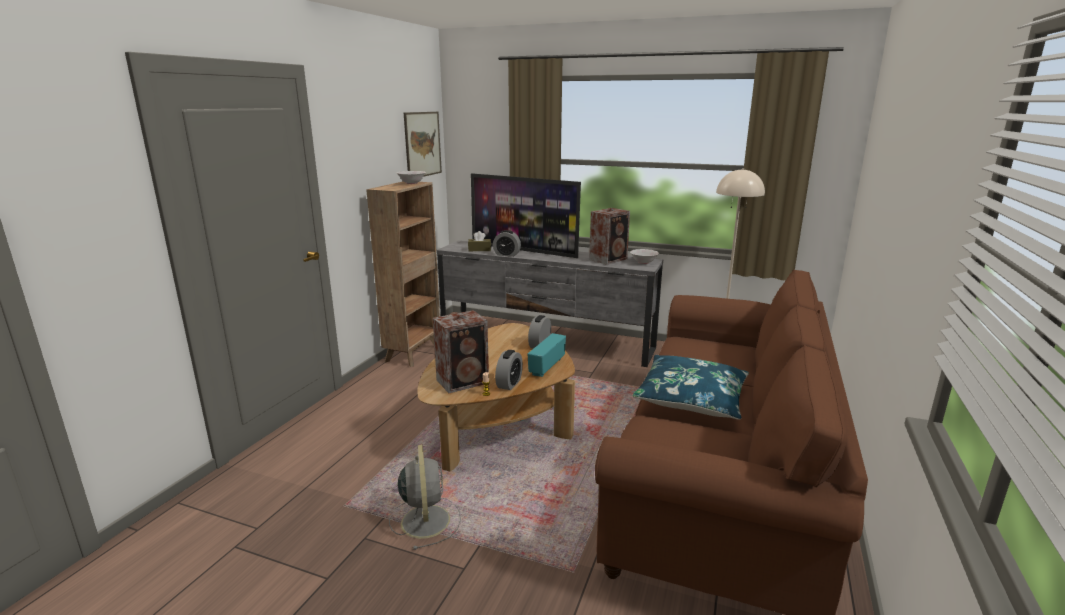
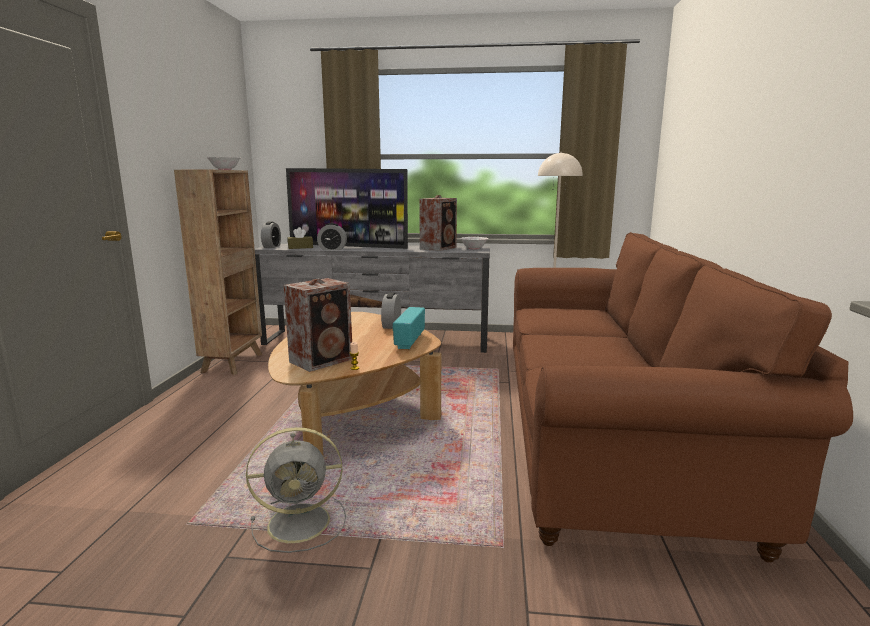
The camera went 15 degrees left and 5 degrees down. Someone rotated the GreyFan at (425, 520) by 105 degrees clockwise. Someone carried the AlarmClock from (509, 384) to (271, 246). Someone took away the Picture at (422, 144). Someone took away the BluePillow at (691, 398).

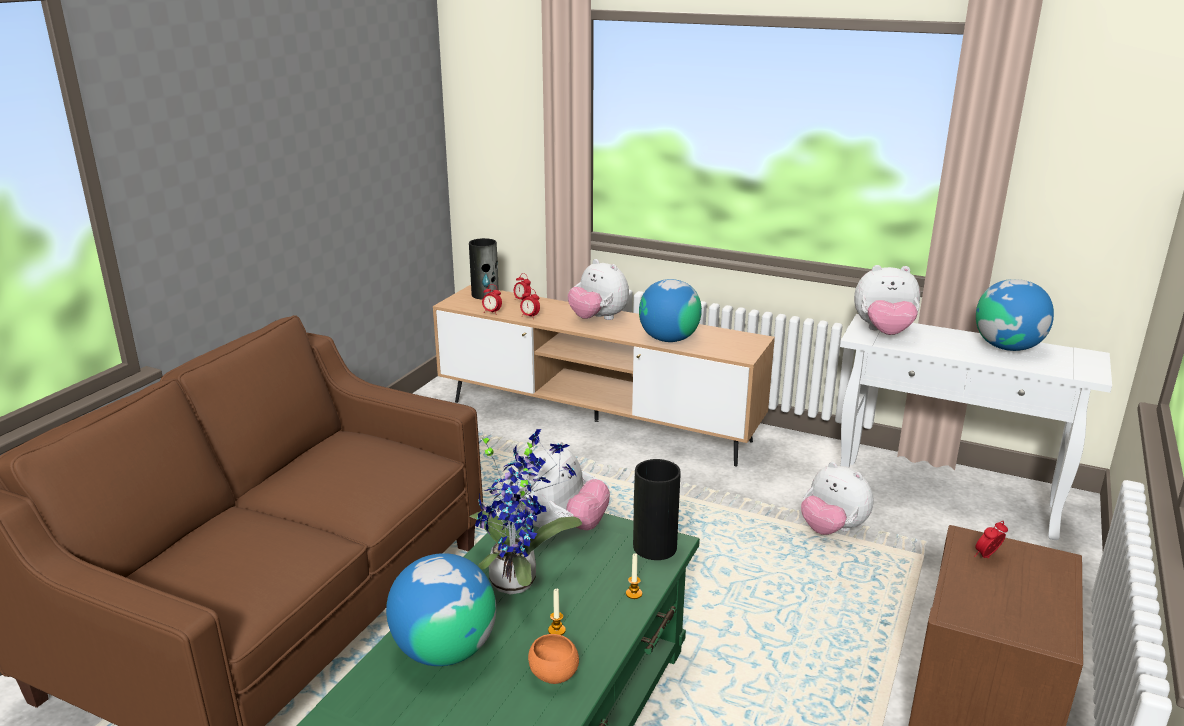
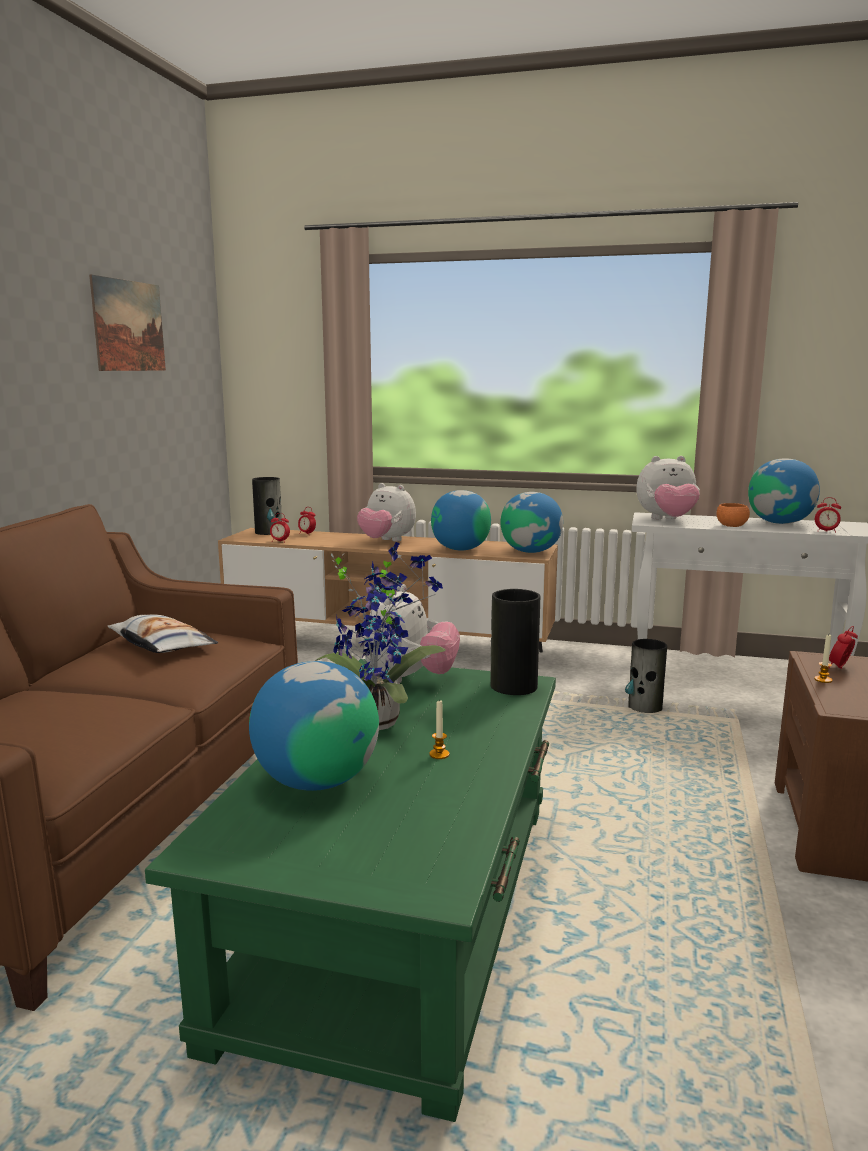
The camera went 10 degrees left and 10 degrees down. Someone put up the Picture at (129, 326). Someone put down the Pillow at (161, 644). Someone put down the Globe at (530, 551). Someone swapped the PlushToy at (832, 529) for the Vase at (645, 708). Someone carried the OrangeBowl from (553, 675) to (731, 526). Someone carried the Candle from (634, 593) to (823, 680). Someone carried the AlarmClock from (530, 317) to (826, 531).

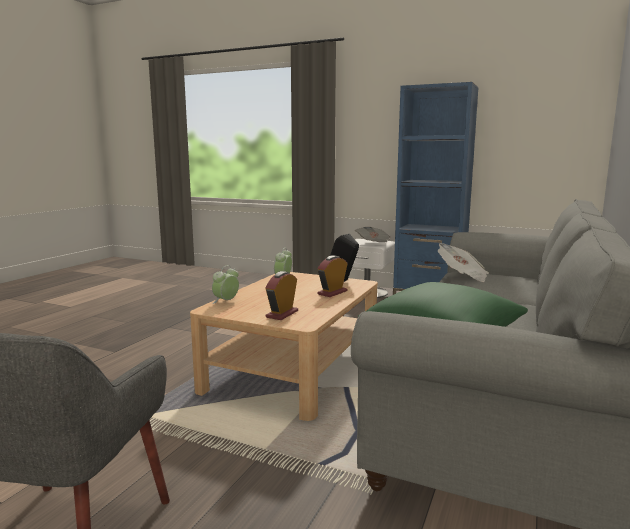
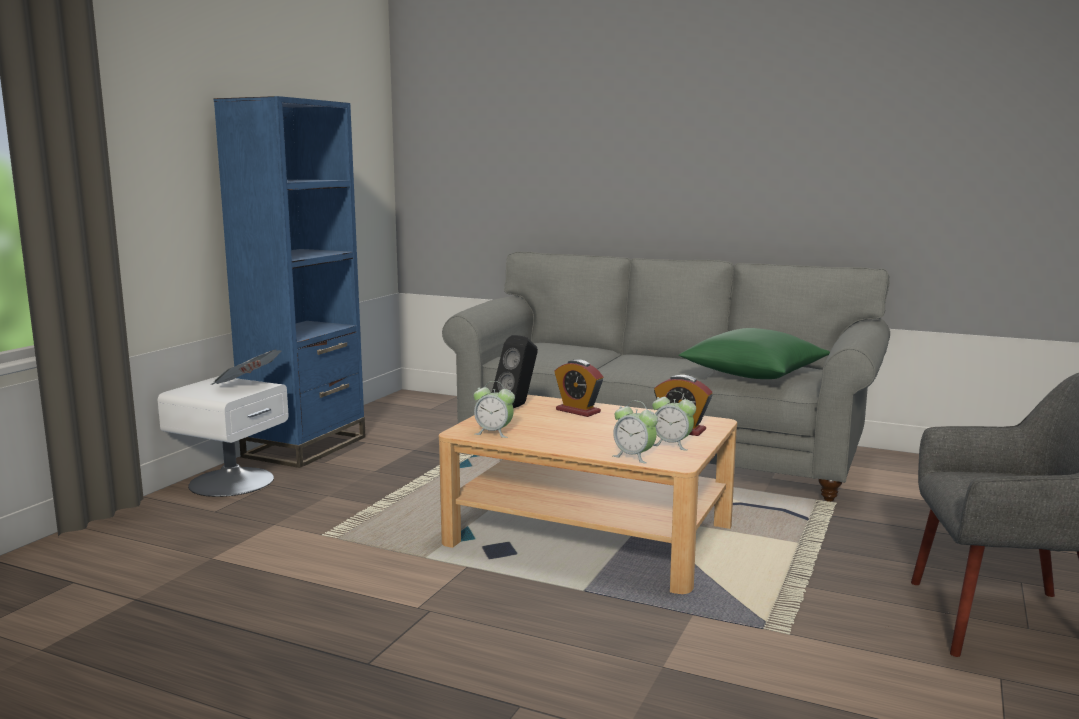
The camera went 90 degrees left and 0 degrees up. Someone put down the AlarmClock at (672, 445). Someone took away the Newspaper at (462, 276).

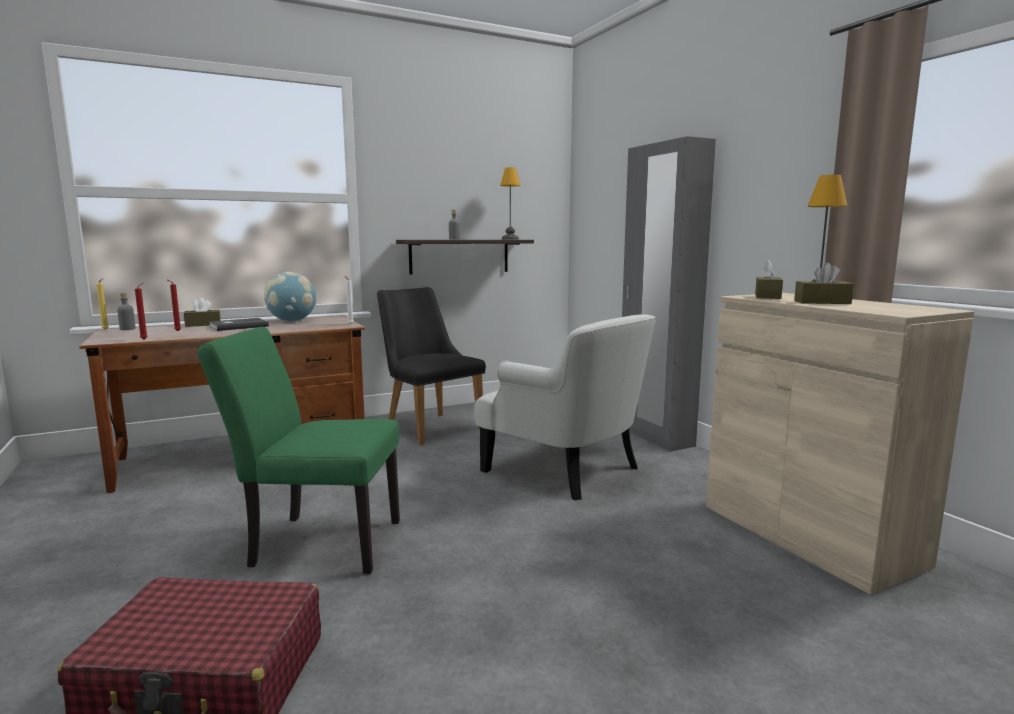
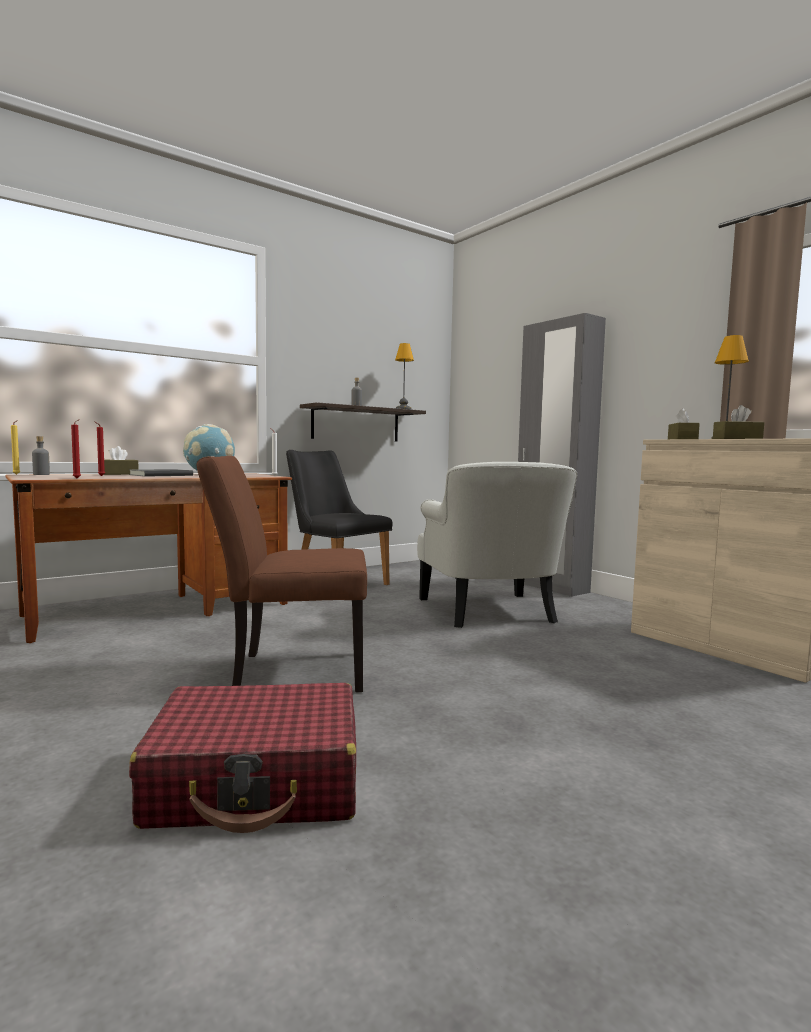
The camera went 10 degrees left and 5 degrees down. Someone repainted the GreenChair at (316, 542), which became the BrownChair at (289, 672). Someone rotated the WhiteArmchair at (566, 469) by 45 degrees clockwise.

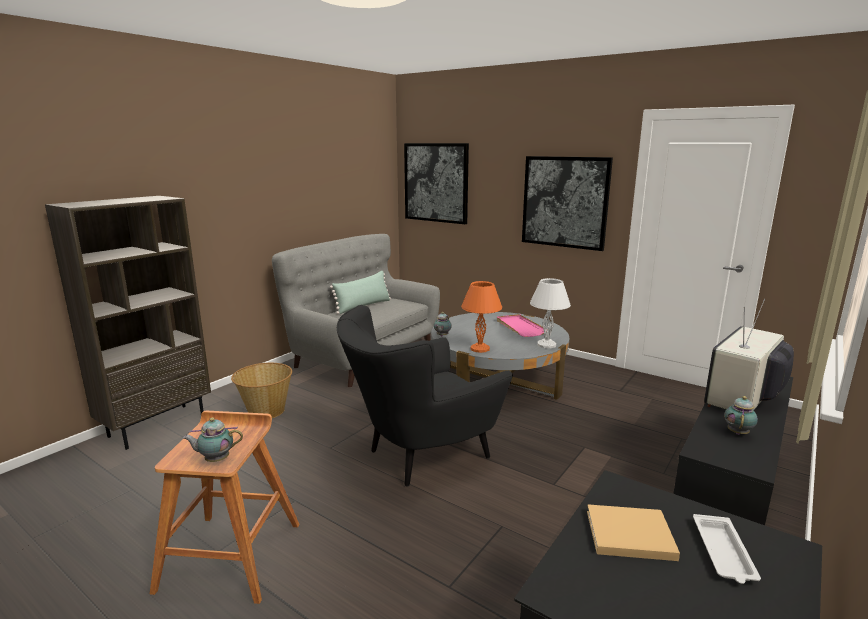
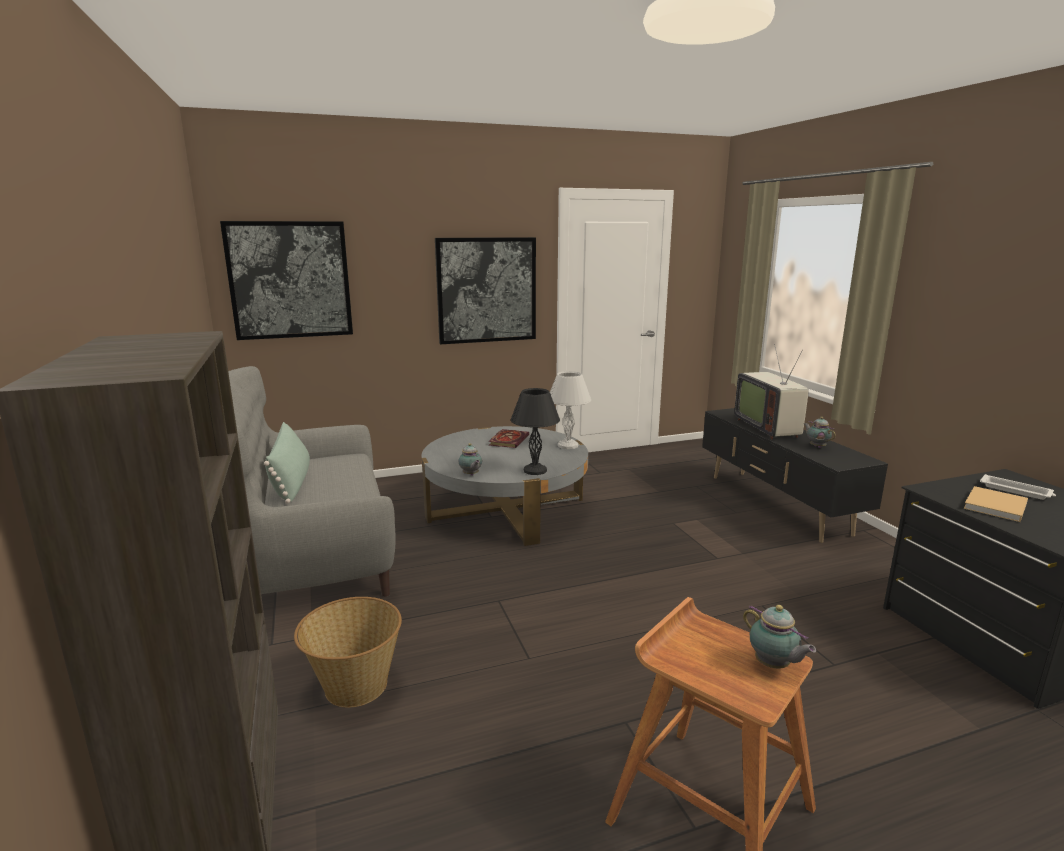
The camera went 55 degrees left and 0 degrees up. Someone swapped the PinkTray at (519, 327) for the Book at (508, 440). Someone repainted the OrangeTableLamp at (480, 348), which became the BlackTableLamp at (535, 470). Someone rotated the Teapot at (215, 460) by 60 degrees counterclockwise. Someone took away the BlackArmchair at (420, 456).

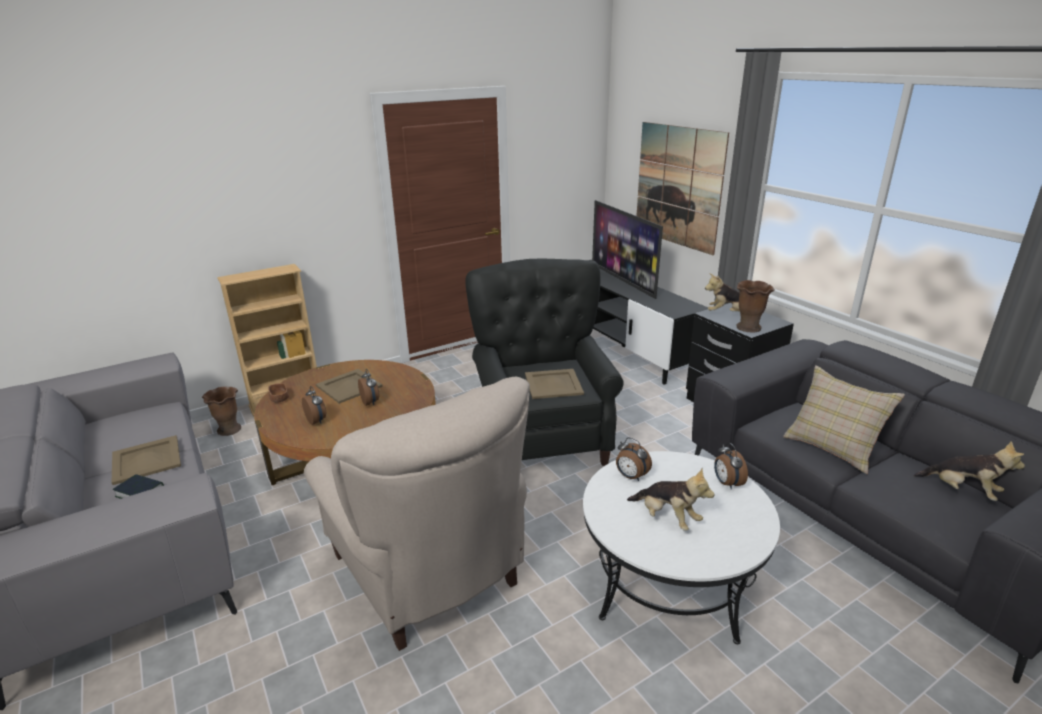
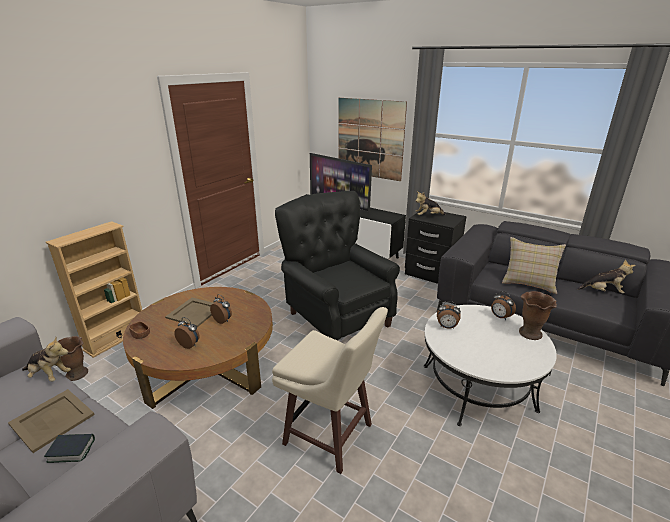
The camera went 25 degrees left and 0 degrees up. Someone carried the PlushToy from (667, 518) to (49, 375). Someone swapped the BeigeArmchair at (429, 574) for the BeigeStool at (330, 436). Someone carried the BrownVase from (749, 327) to (530, 333). Someone took away the BeigeTray at (554, 384).

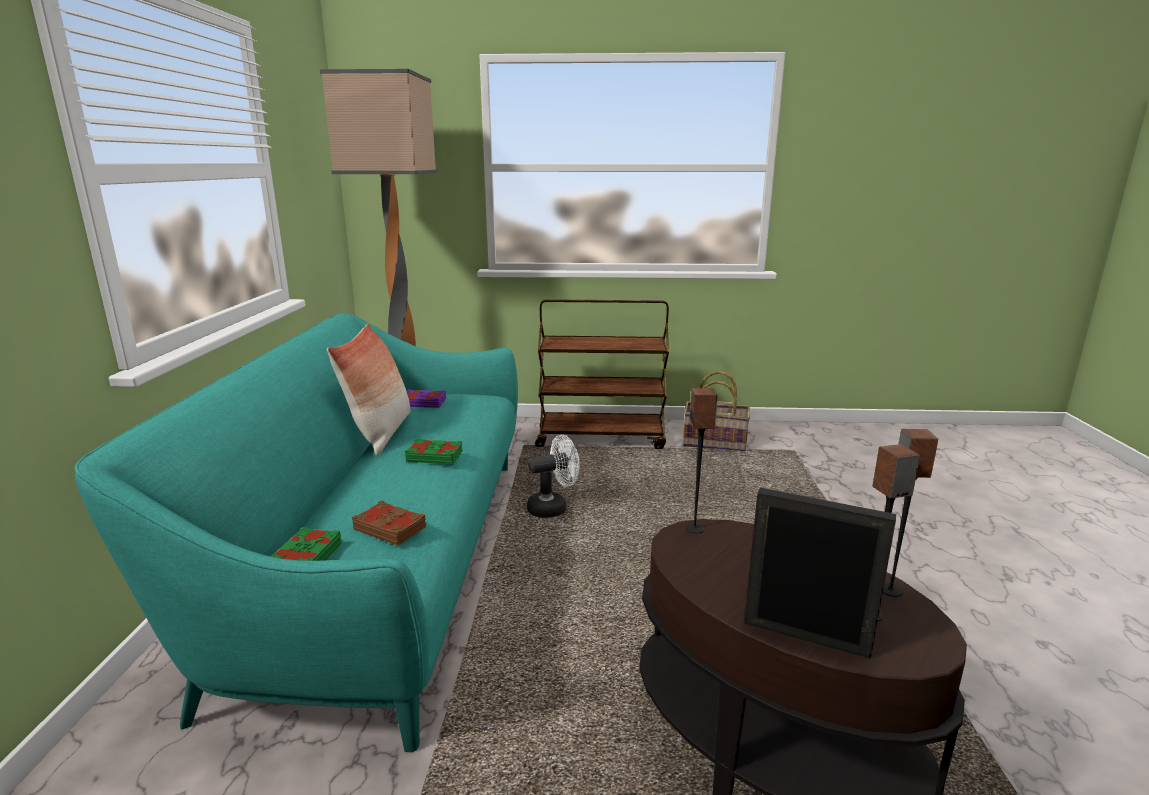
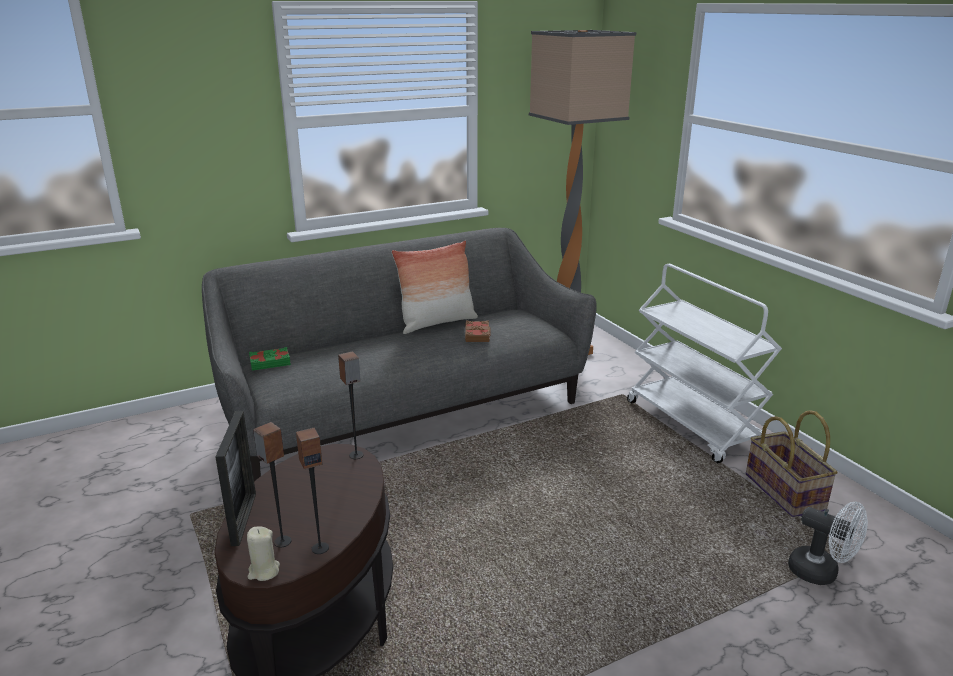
The camera went 60 degrees right and 5 degrees up. Someone repainted the TurquoiseSofa at (384, 562), which became the GreySofa at (403, 410). Someone put down the BeigeCandle at (263, 571). Someone carried the BrownBook from (390, 528) to (477, 335). Someone repainted the BrownCart at (601, 438), which became the WhiteCart at (693, 425). Someone carried the WhiteFan from (553, 508) to (821, 573). Someone took away the GreenBook at (435, 456). Someone took away the PurpleBook at (423, 402).

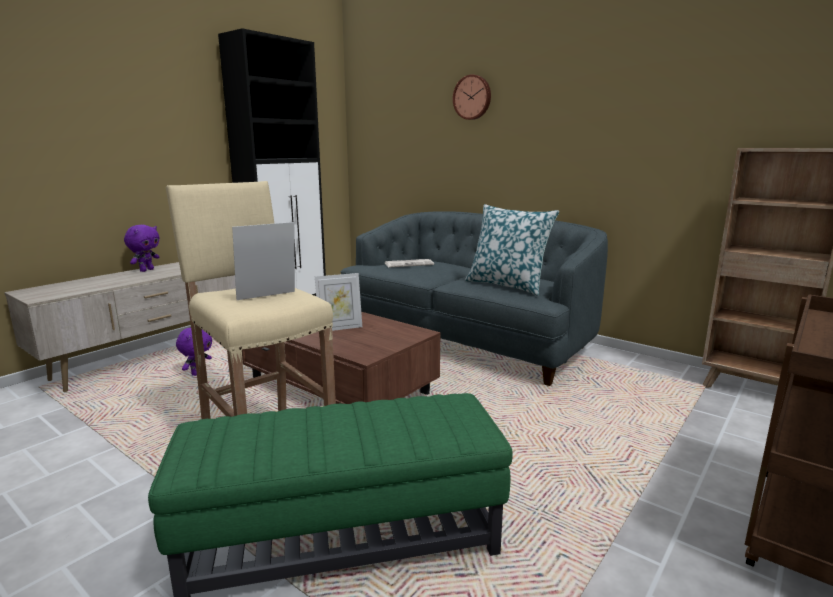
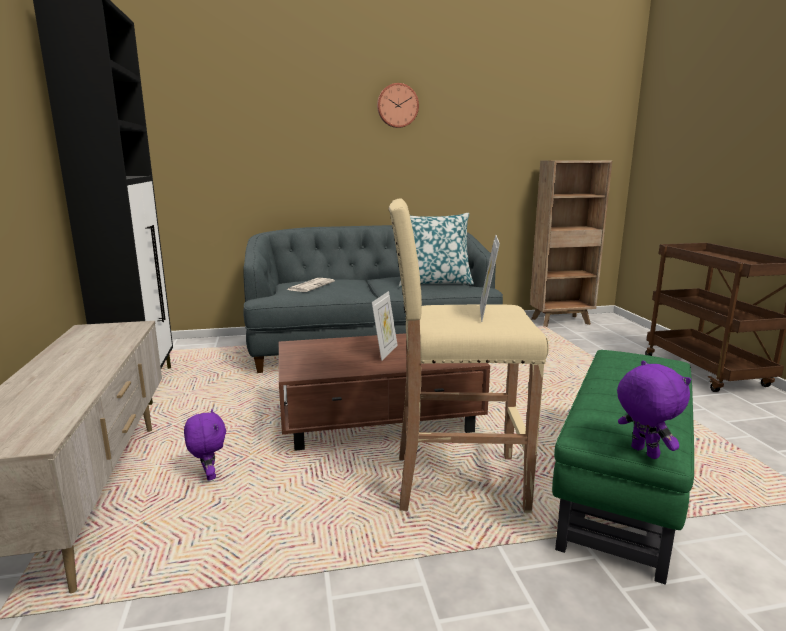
The camera went 50 degrees left and 0 degrees up. Someone carried the WallClock from (472, 97) to (397, 105). Someone carried the PurplePlushToy from (146, 270) to (643, 453).

